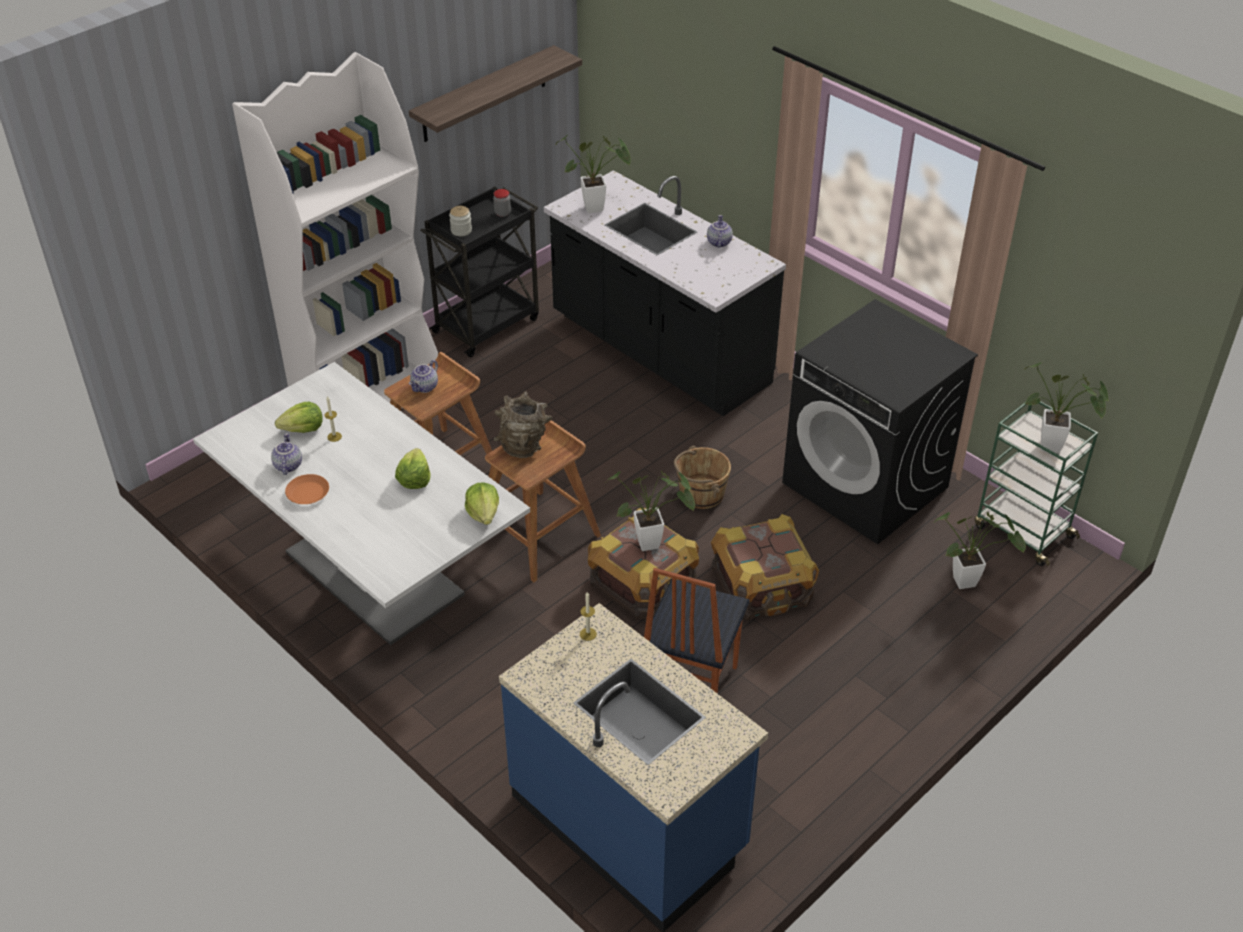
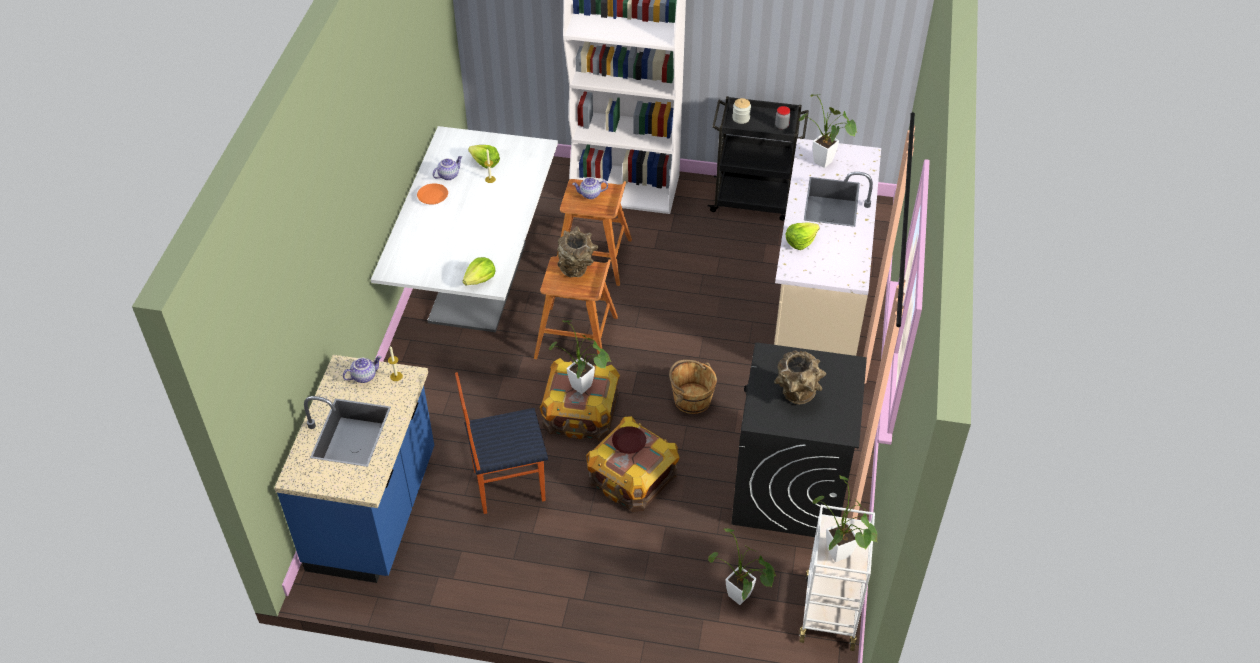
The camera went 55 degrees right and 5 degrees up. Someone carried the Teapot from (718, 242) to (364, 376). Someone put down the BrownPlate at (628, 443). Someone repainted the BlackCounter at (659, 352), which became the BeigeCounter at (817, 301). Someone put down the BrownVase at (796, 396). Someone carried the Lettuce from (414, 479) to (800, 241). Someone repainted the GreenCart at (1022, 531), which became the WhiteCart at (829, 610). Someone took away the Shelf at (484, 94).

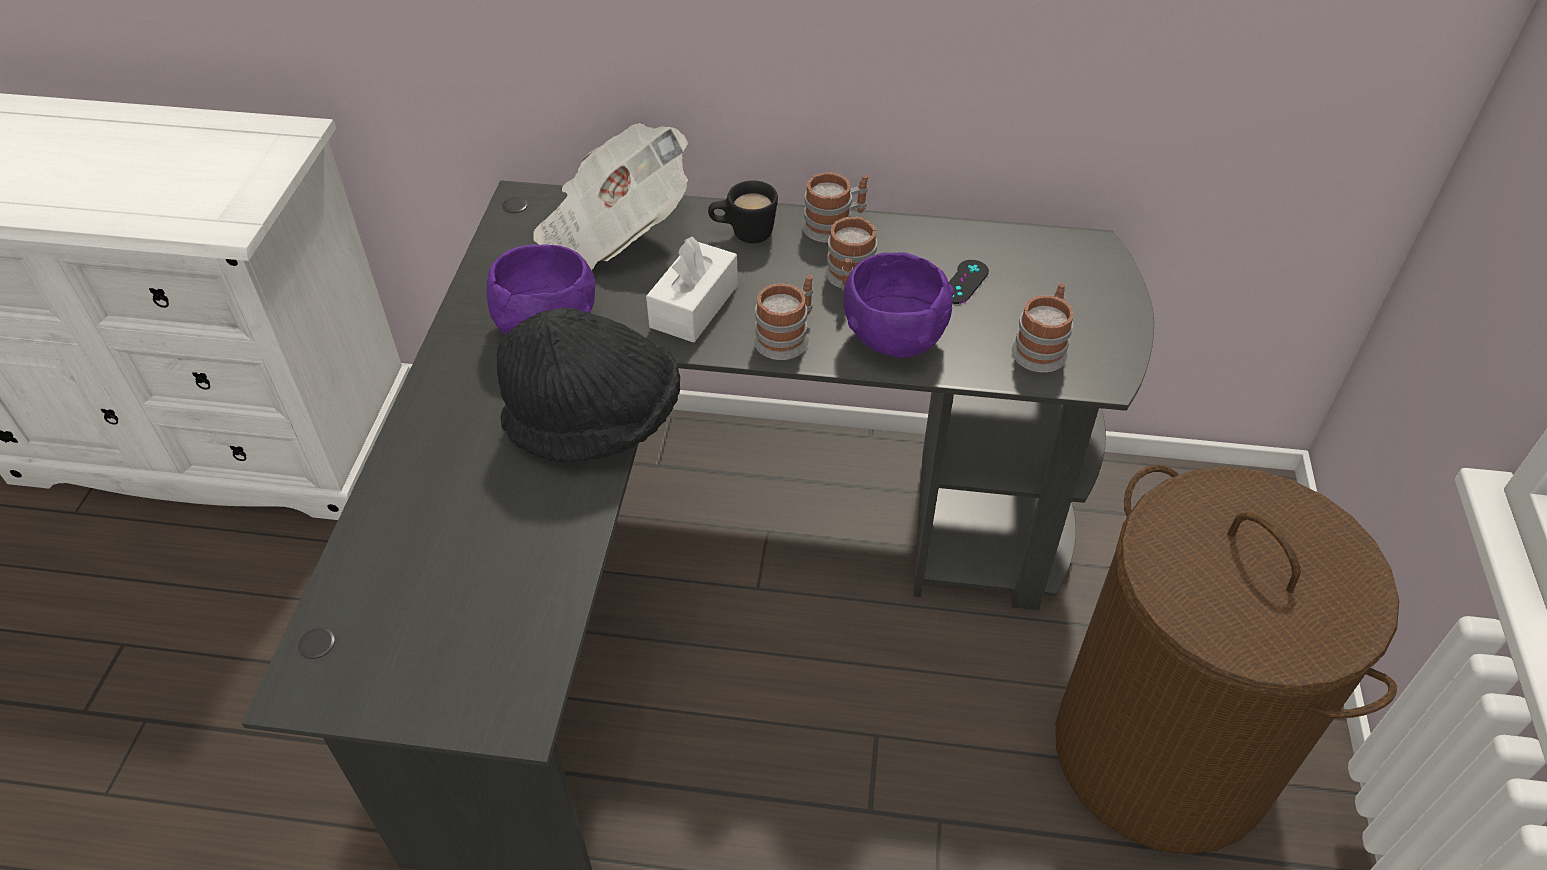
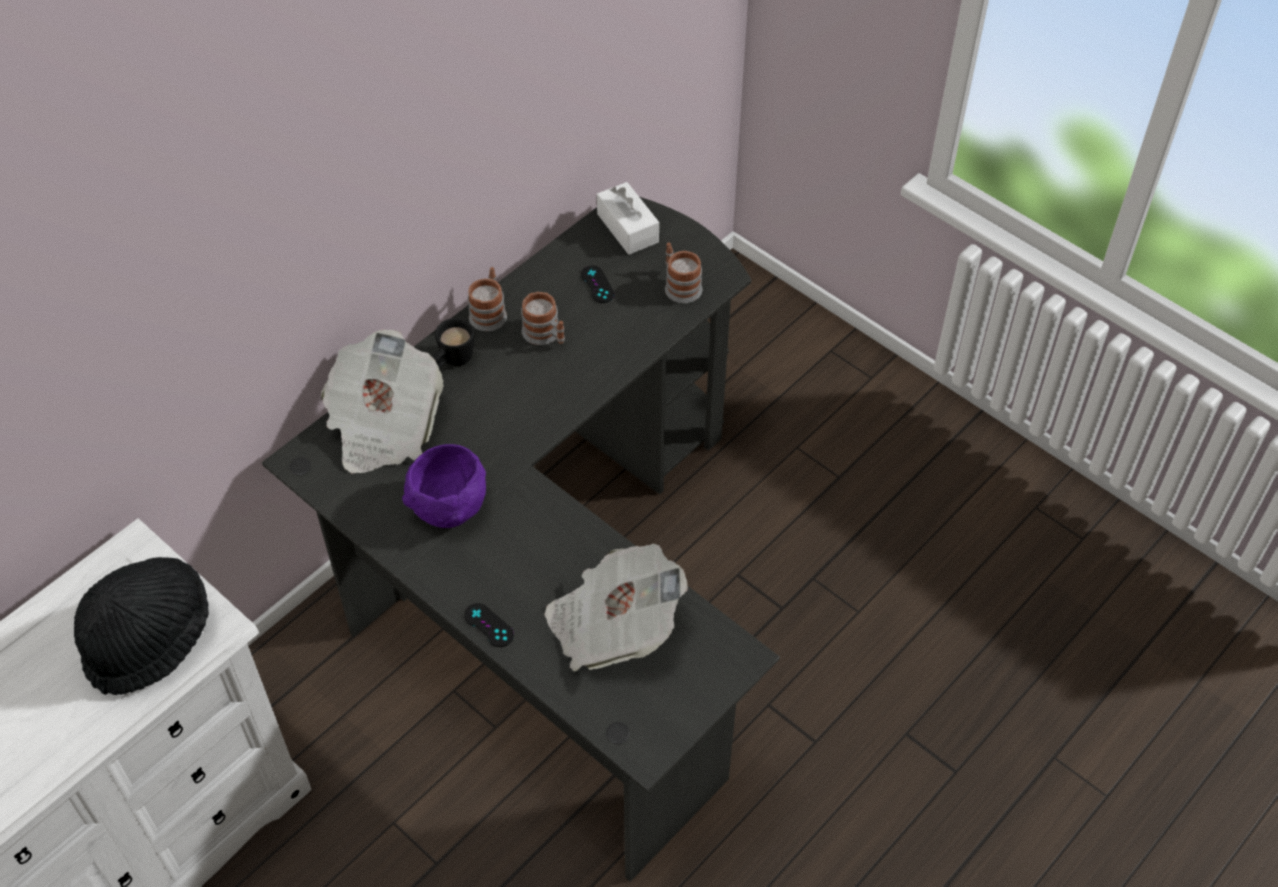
The camera went 55 degrees left and 5 degrees up. Someone carried the BlackHat from (595, 423) to (150, 639). Someone put down the BlackGameController at (489, 625). Someone put down the Newspaper at (613, 626). Someone carried the WhiteTissueBox from (694, 306) to (627, 228). Someone took away the Mug at (787, 336). Someone took away the PurpleBowl at (894, 339). Someone took away the BrownLaundryBasket at (1163, 752).

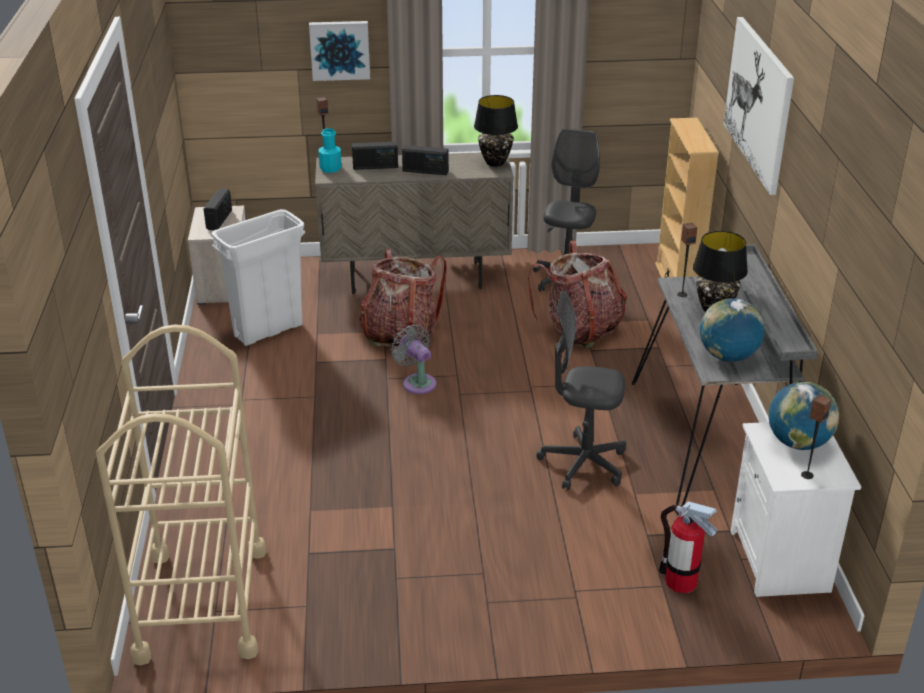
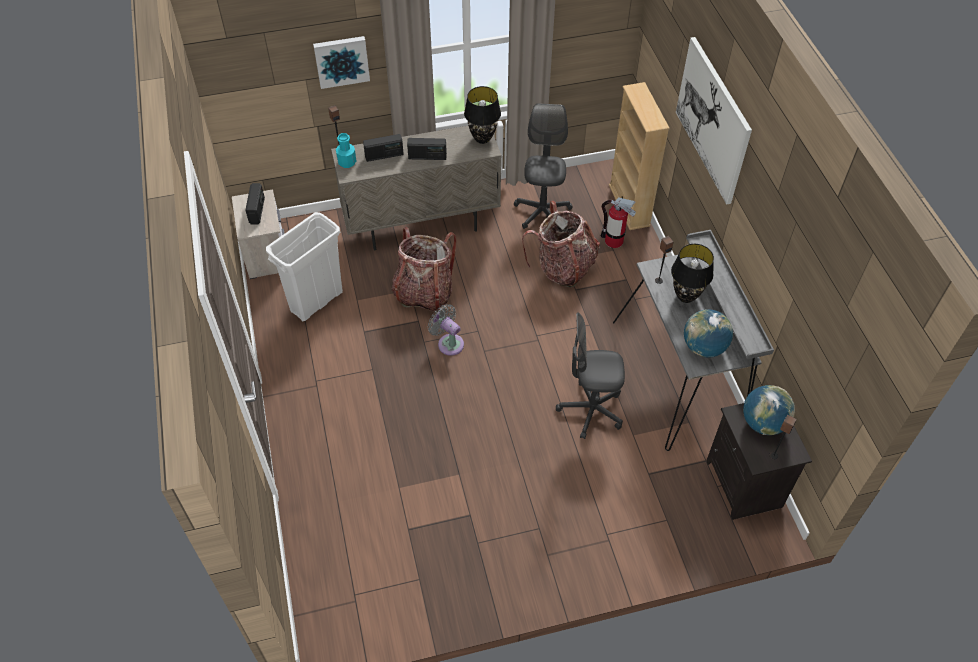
The camera went 10 degrees left and 20 degrees up. Someone carried the FireExtinguisher from (680, 581) to (613, 241). Someone repainted the WhiteNightstand at (781, 561), which became the BlackNightstand at (745, 484). Someone took away the BeigeCart at (202, 603).

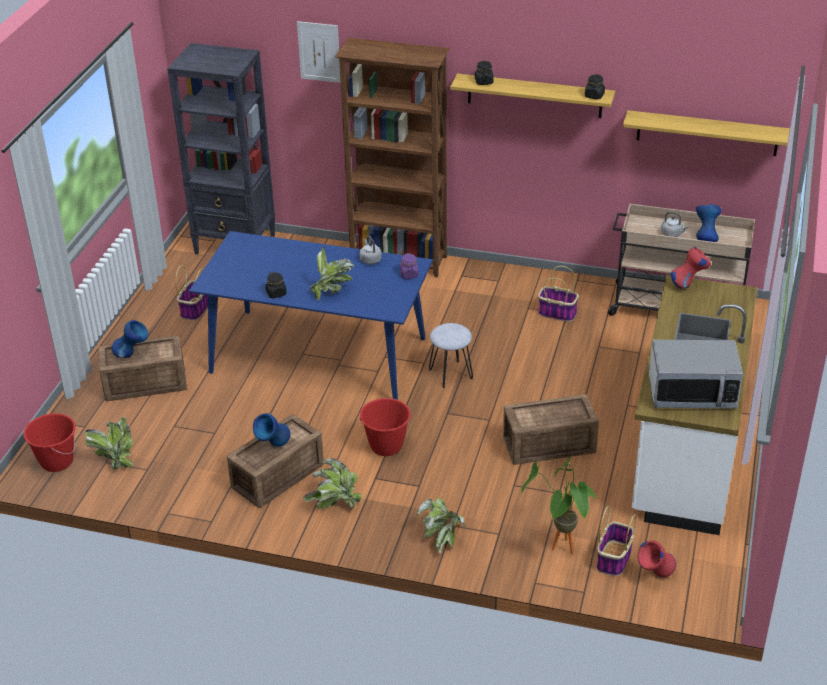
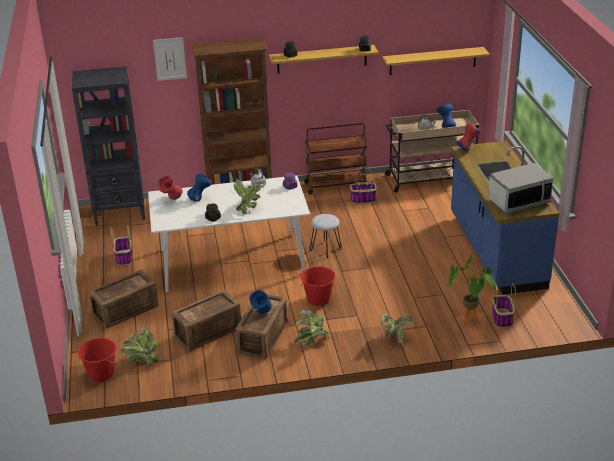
The camera went 25 degrees left and 5 degrees down. Someone repainted the BlueDiningTable at (319, 355), which became the WhiteDiningTable at (232, 261). Someone carried the RedVase from (654, 576) to (171, 200). Someone carried the Crate from (550, 446) to (209, 332). Someone carried the BlueVase from (133, 355) to (200, 199). Someone put down the BrownCart at (336, 185). Someone repainted the WhiteCounter at (685, 450), which became the BlueCounter at (495, 251).

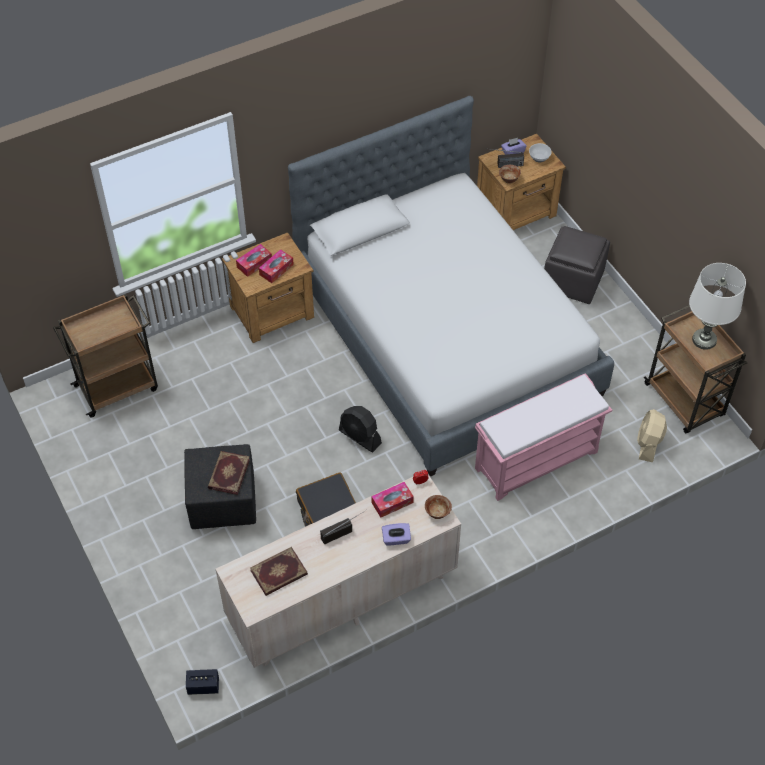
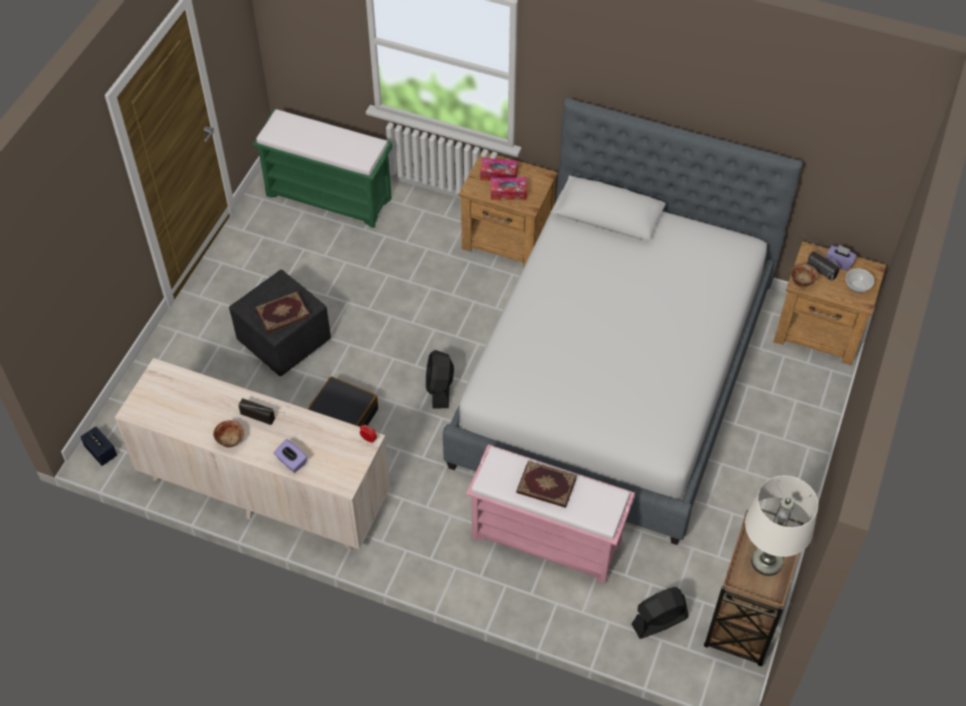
The camera went 50 degrees right and 0 degrees up. Someone carried the Bowl from (437, 513) to (230, 441). Someone swapped the BrownCart at (118, 387) for the GreenBench at (330, 197). Someone carried the Book from (279, 573) to (546, 486). Someone repainted the BeigeFan at (648, 443), which became the BlackFan at (659, 621). Someone took away the TissueBox at (392, 502). Someone took away the GreyOttoman at (573, 280).

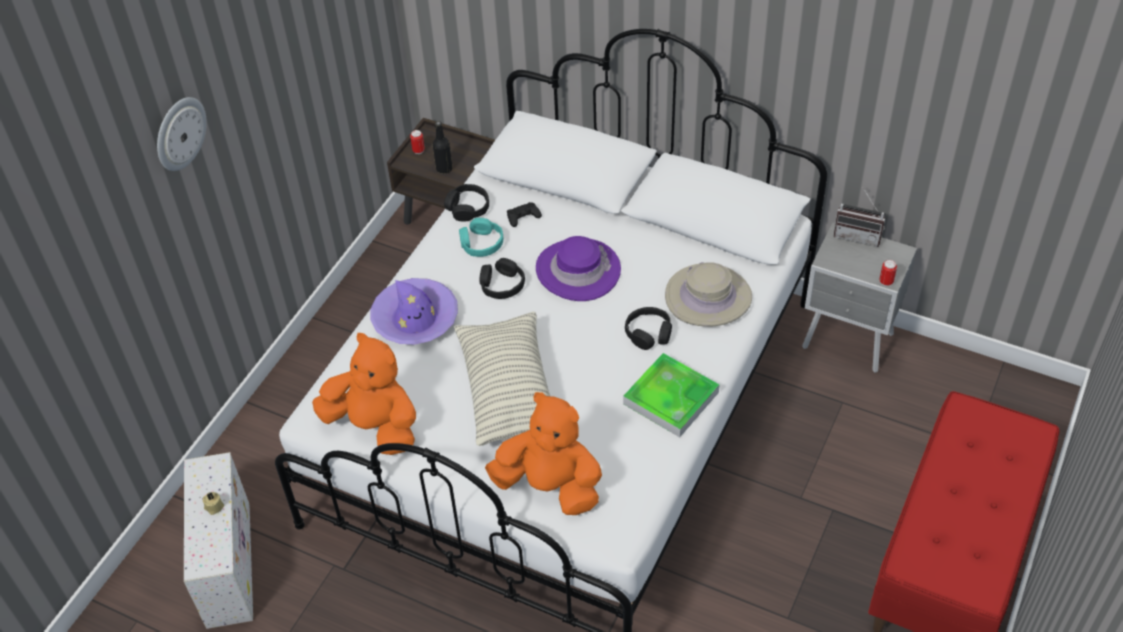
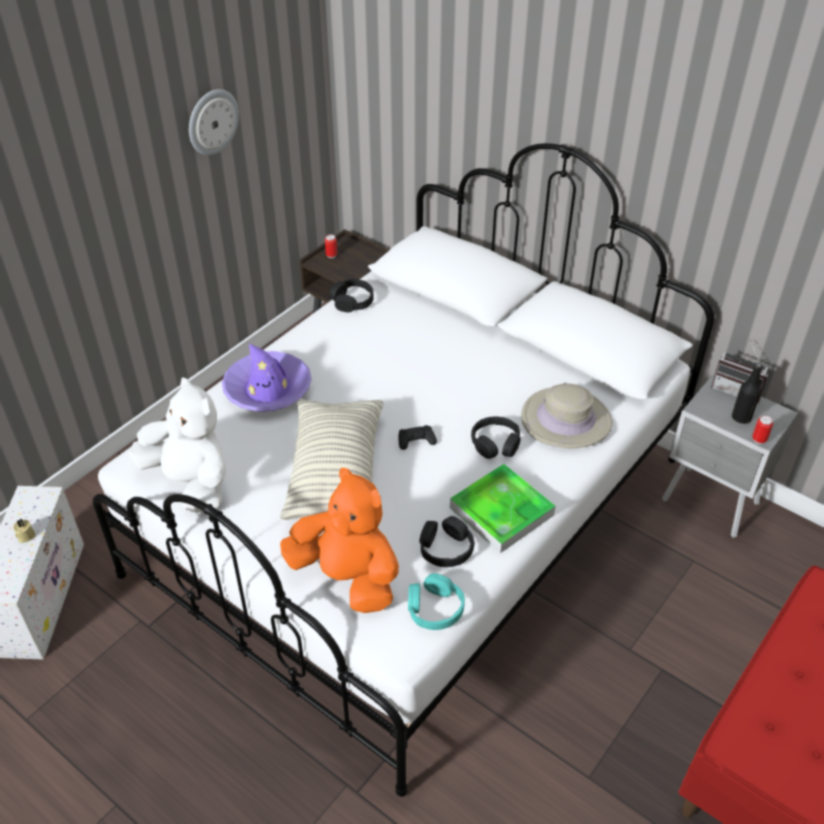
The camera went 10 degrees right and 5 degrees down. Someone repainted the OrangePlushToy at (375, 426), which became the WhitePlushToy at (191, 482). Someone carried the WallClock from (179, 133) to (212, 121). Someone carried the BlackGameController from (523, 217) to (416, 440). Someone carried the TurquoiseHeadphones from (481, 243) to (434, 608). Someone carried the BlackHeadphones from (502, 285) to (445, 548). Someone carried the BlackBottle from (444, 168) to (741, 417). Someone took away the PurpleHat at (578, 270).

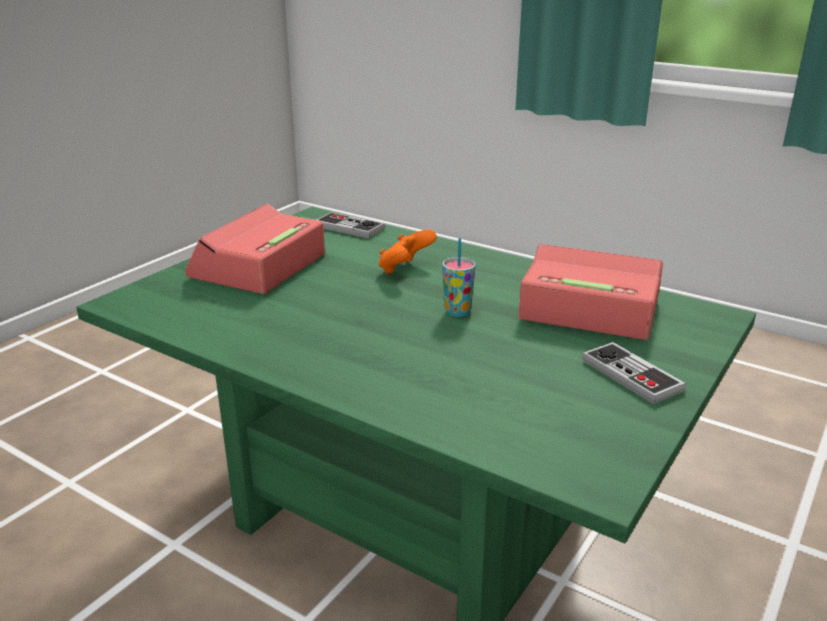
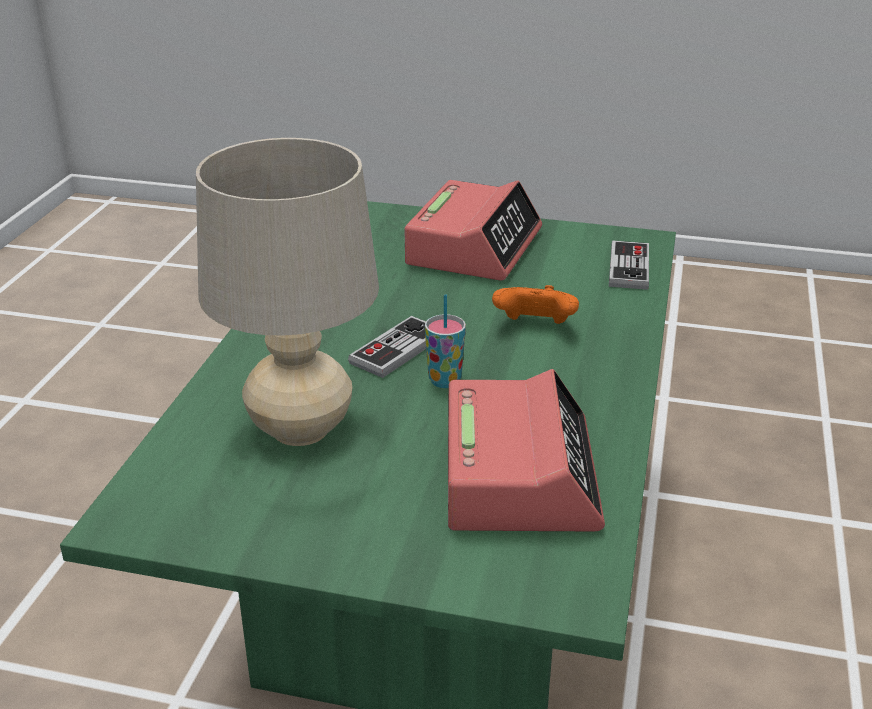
The camera went 70 degrees right and 5 degrees up. Someone put down the BeigeTableLamp at (300, 429). Someone carried the GameController from (631, 375) to (397, 349). Someone rotated the AlarmClock at (258, 266) by 105 degrees clockwise.

